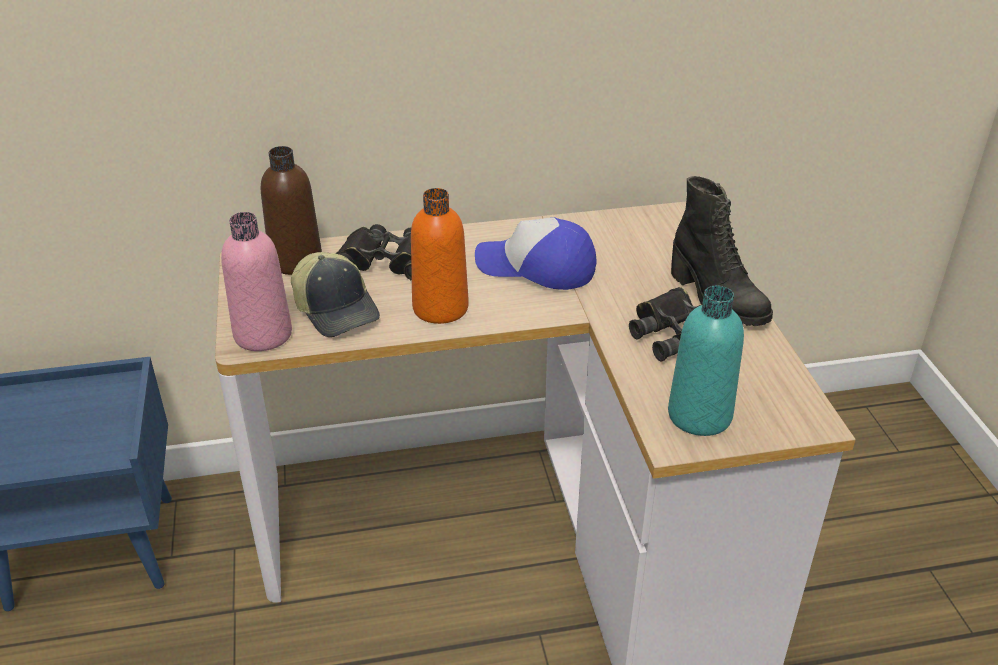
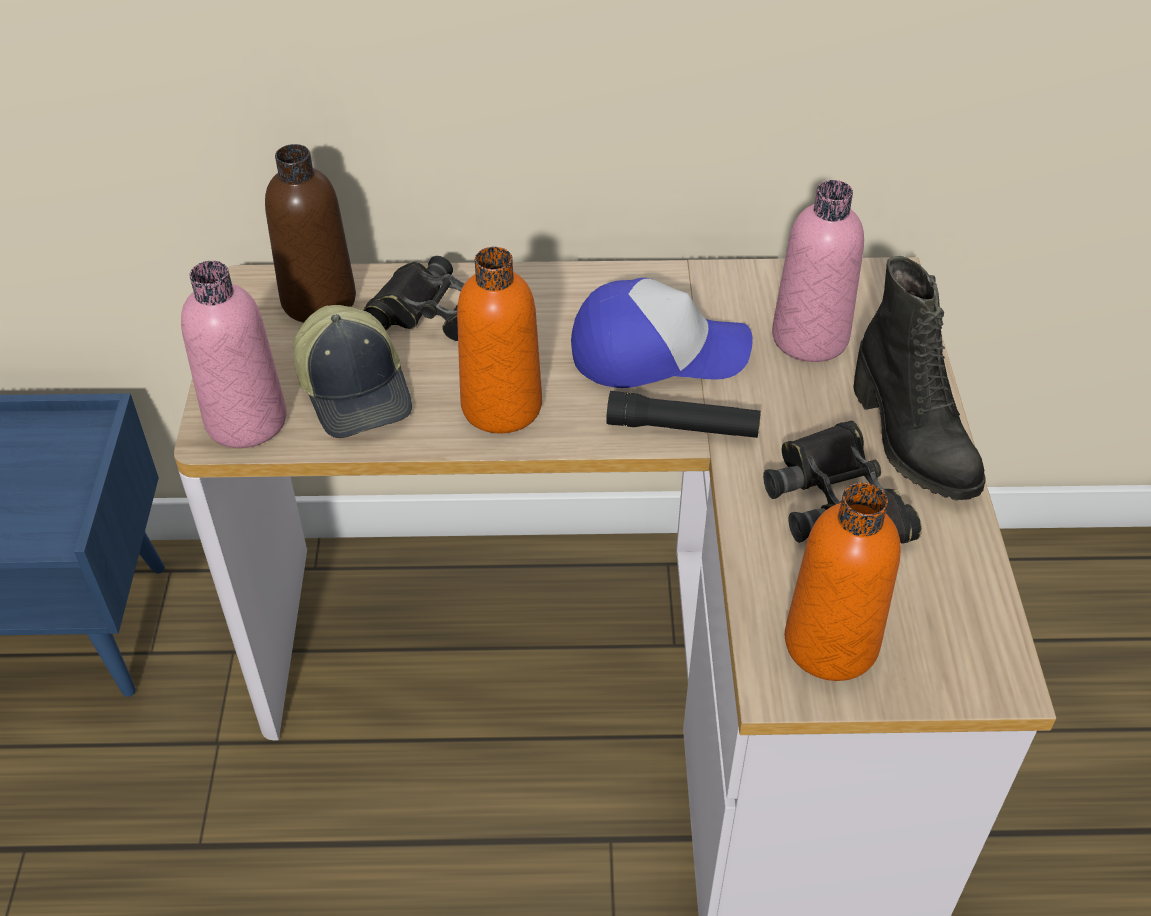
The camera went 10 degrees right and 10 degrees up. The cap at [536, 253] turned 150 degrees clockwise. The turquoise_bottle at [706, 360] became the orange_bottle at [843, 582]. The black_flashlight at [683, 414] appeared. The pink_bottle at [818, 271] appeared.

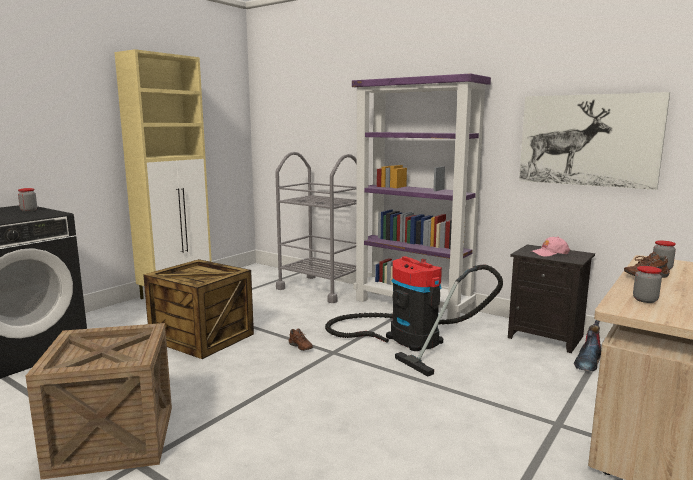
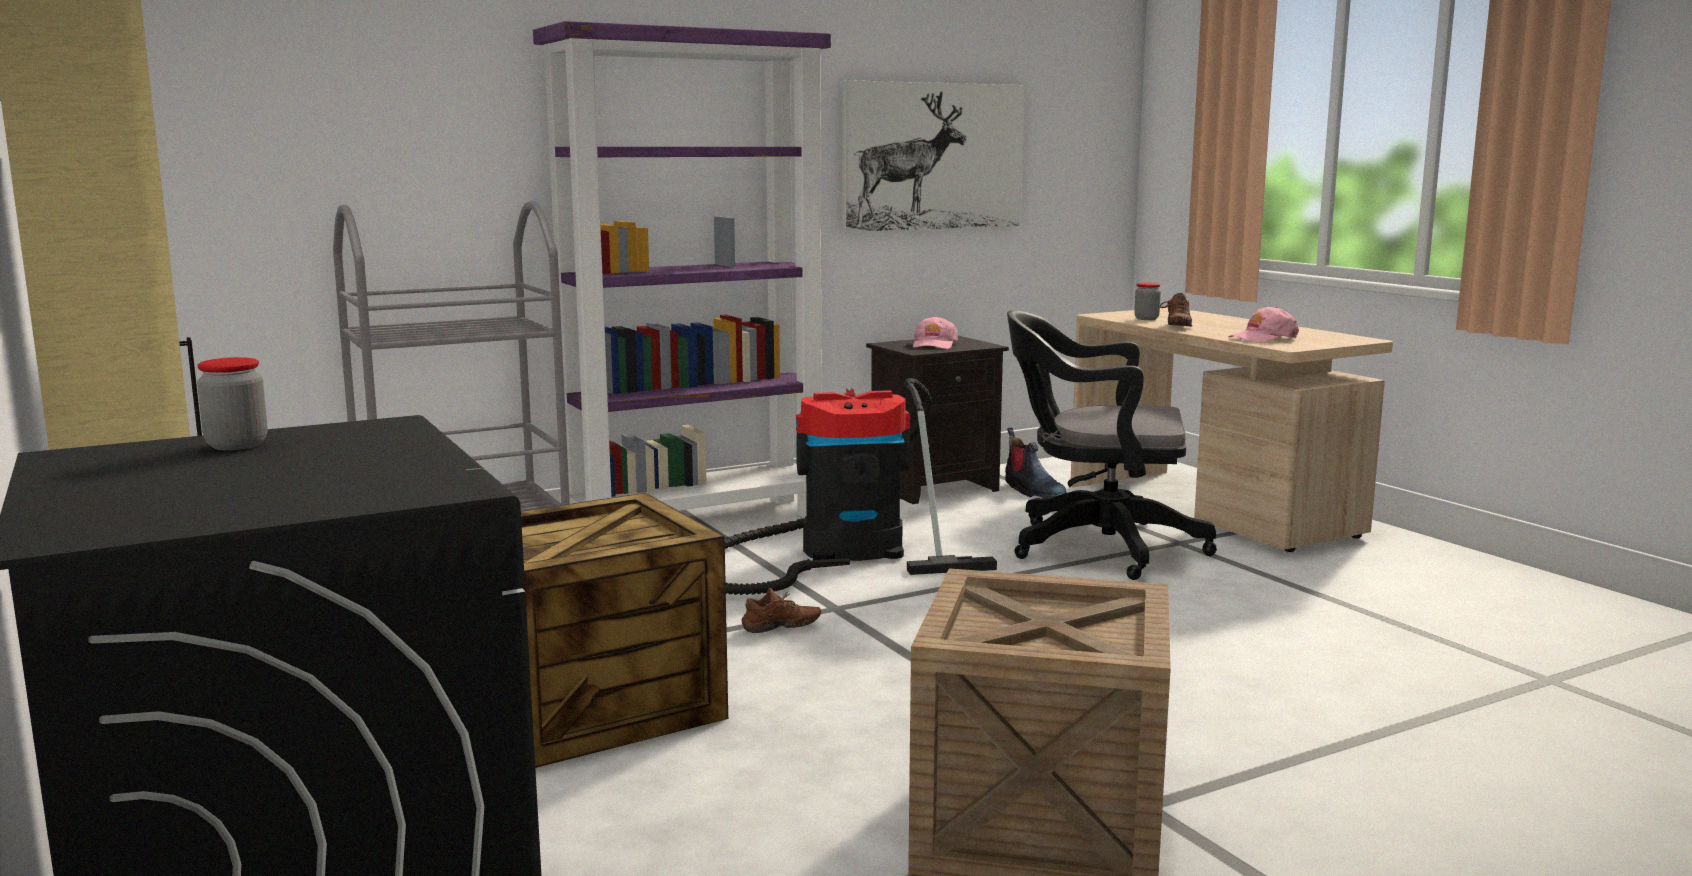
The camera went 65 degrees left and 0 degrees up. The jar at [647, 284] was replaced by the pink_cap at [1263, 324]. The black_office_chair at [1112, 445] appeared.

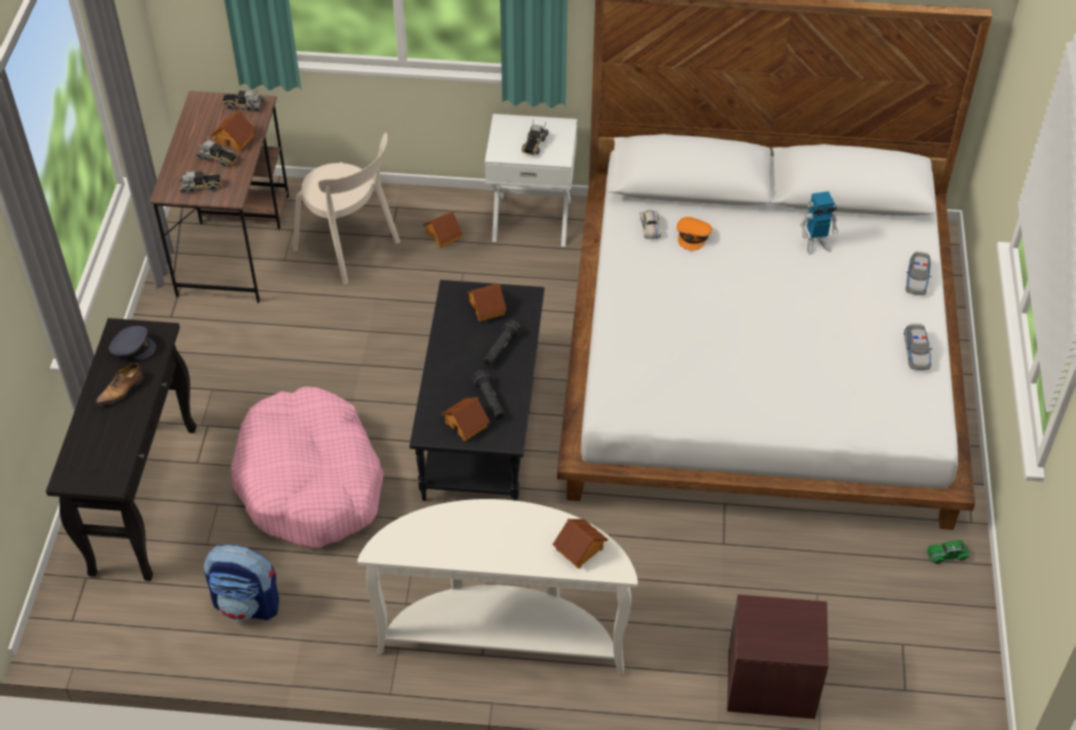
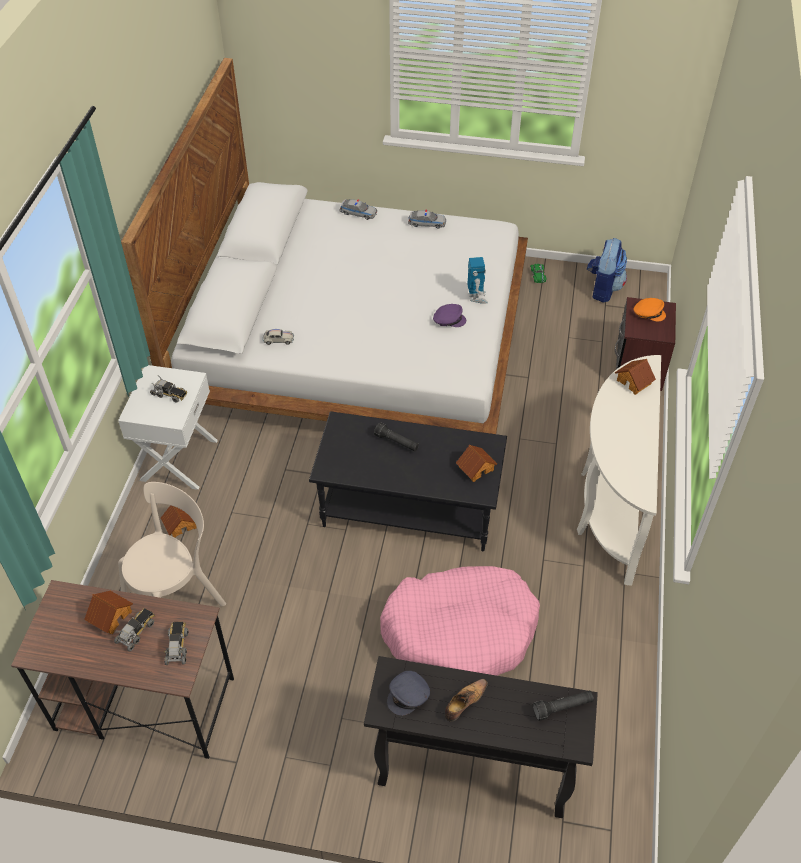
The camera went 85 degrees left and 0 degrees up. The shoe at [119, 384] turned 90 degrees counterclockwise. The grey_cap at [132, 342] turned 150 degrees counterclockwise. The backpack moved from [241, 583] to [607, 270]. The toy_truck at [243, 100] disappeared. The toy_house at [487, 303] disappeared. The black_flashlight moved from [488, 395] to [563, 705]. The orange_cap moved from [694, 234] to [649, 310]. The toy_robot moved from [819, 223] to [477, 280]. The purple_cap at [449, 315] appeared.

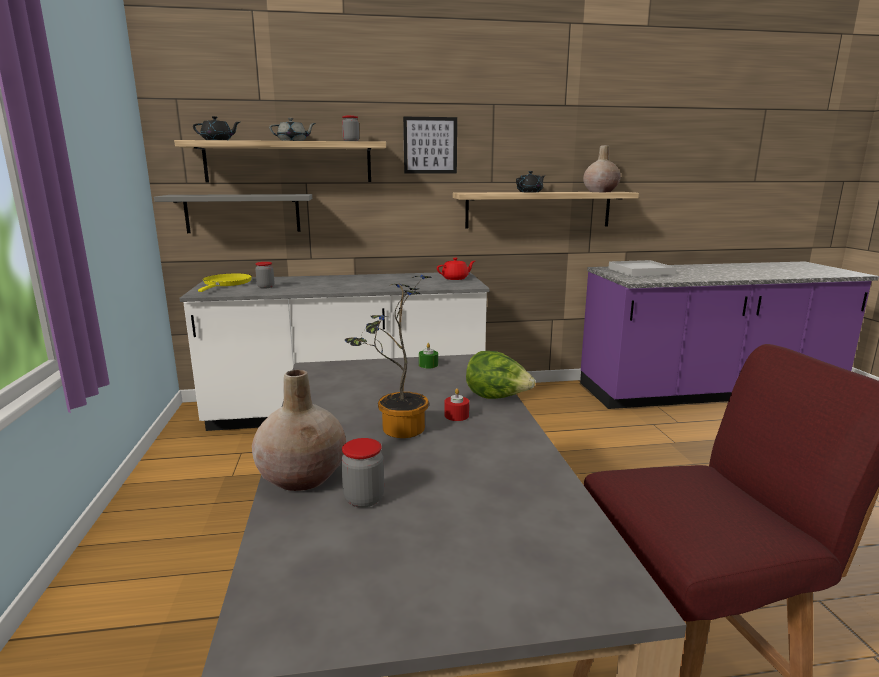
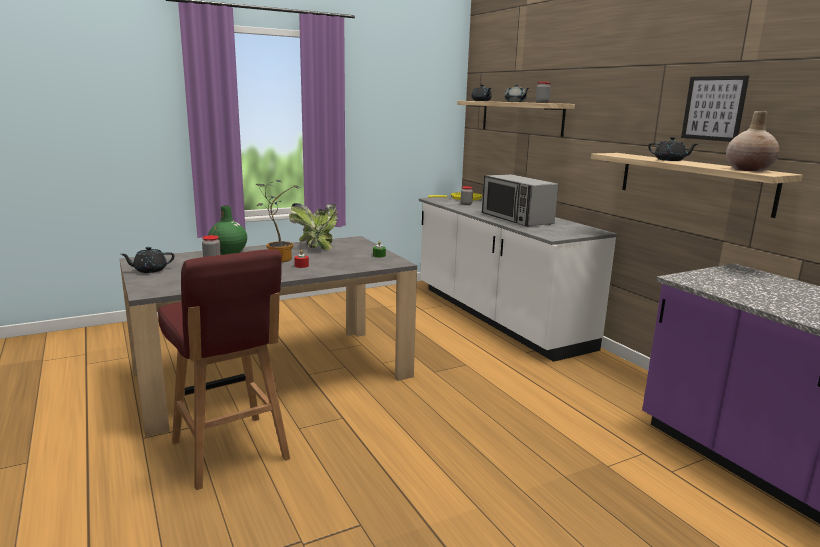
The camera went 70 degrees right and 0 degrees up. The grey_shelf at [233, 213] disappeared. The beige_vase at [299, 430] became the green_vase at [227, 230]. The picture moved from [430, 145] to [715, 109]. The red_teapot at [456, 269] disappeared. The lettuce at [500, 375] disappeared. The white_tray at [642, 268] disappeared. The black_teapot at [147, 260] appeared. The potted_plant at [313, 226] appeared. The microwave at [520, 200] appeared.

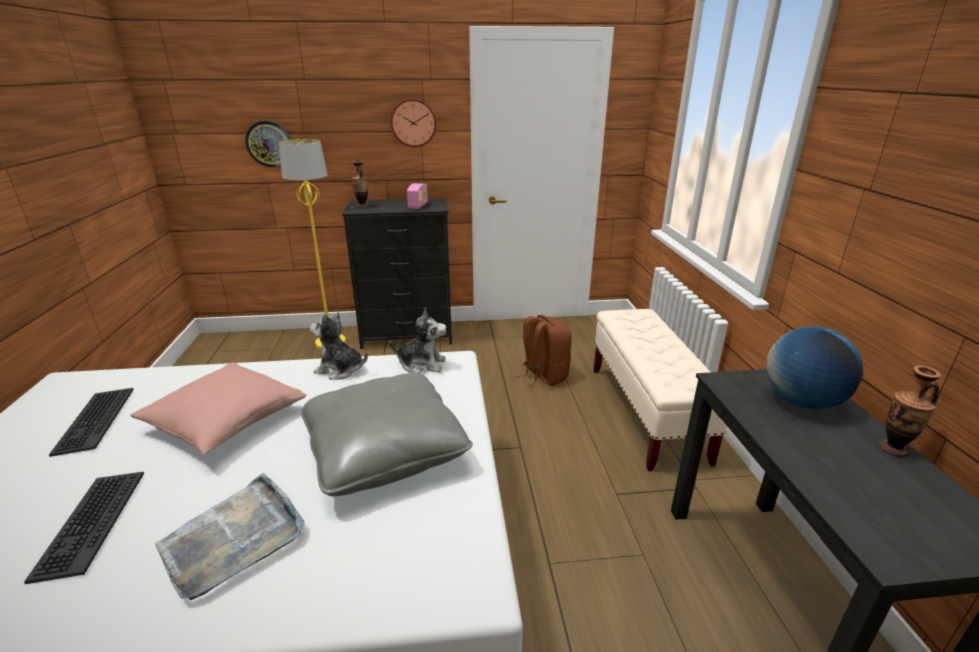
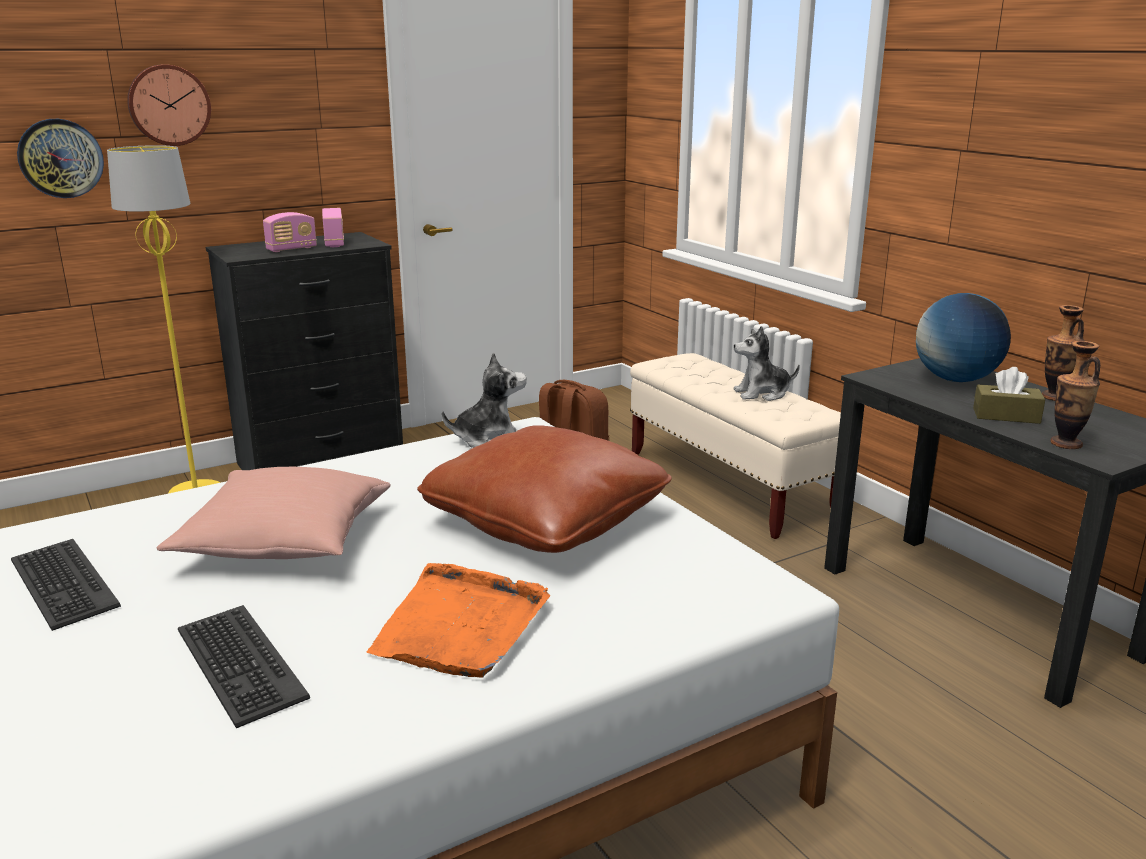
The camera went 25 degrees left and 5 degrees down. The grey_tray at [230, 536] became the orange_tray at [458, 620]. The grey_pillow at [387, 434] became the brown_pillow at [544, 489]. The plush_toy moved from [339, 345] to [766, 363]. The vase moved from [360, 184] to [1075, 395]. The wall_clock moved from [413, 122] to [169, 105]. The radio at [290, 232] appeared. The brown_tissue_box at [1009, 395] appeared.

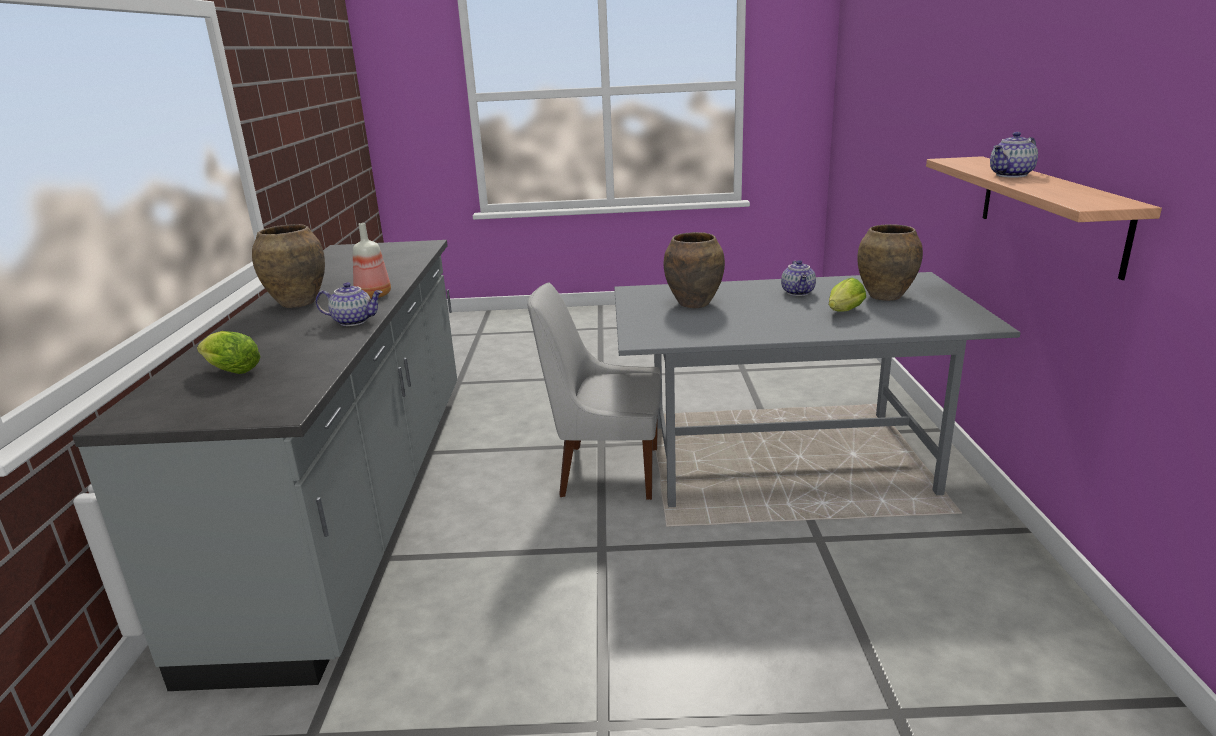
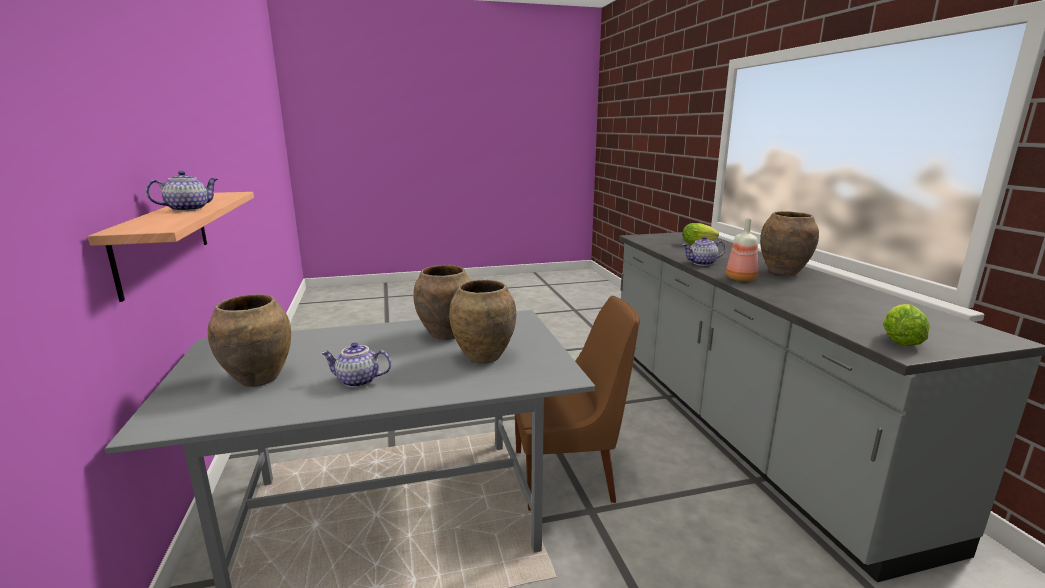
The camera went 165 degrees right and 5 degrees down. The white_chair at [594, 391] became the brown_chair at [577, 403]. The teapot at [798, 278] turned 75 degrees counterclockwise. The lettuce moved from [847, 295] to [906, 325]. The brown_vase at [442, 302] appeared.

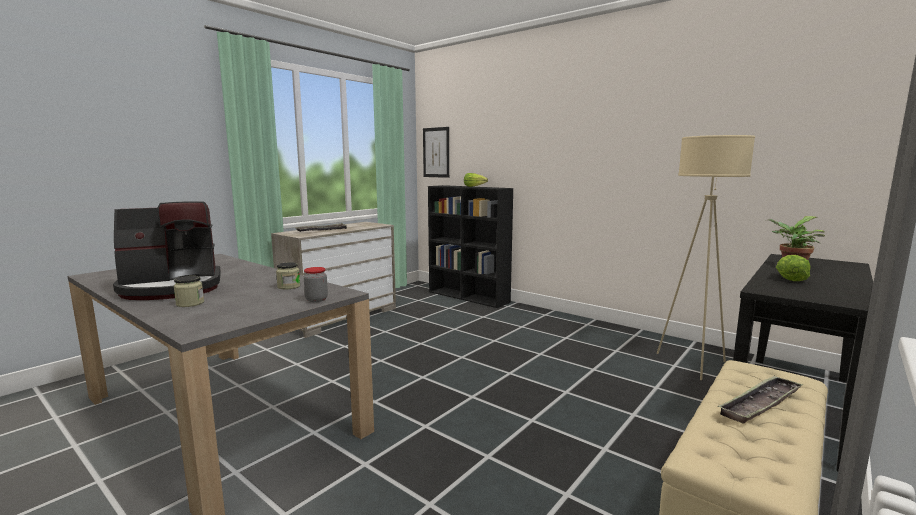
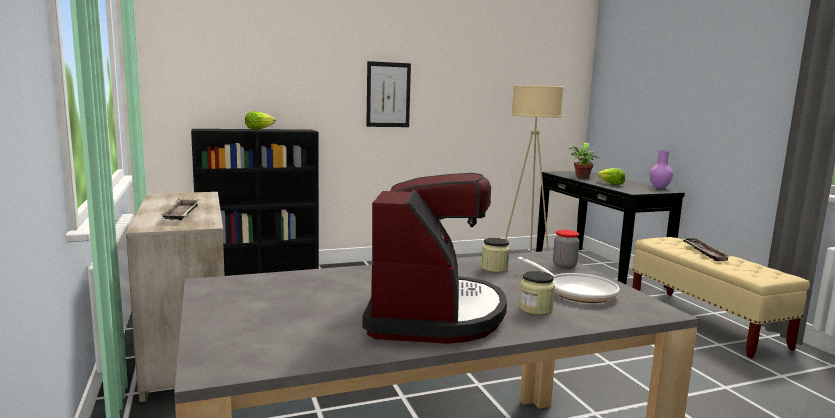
The camera went 60 degrees left and 0 degrees up. The picture moved from [436, 152] to [388, 94]. The frying_pan at [568, 280] appeared. The purple_vase at [661, 169] appeared.

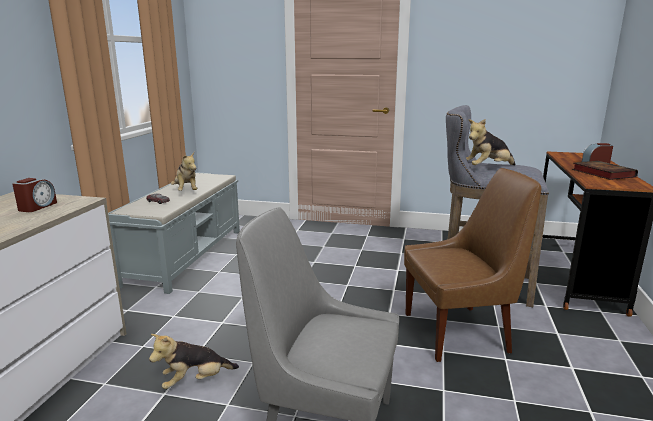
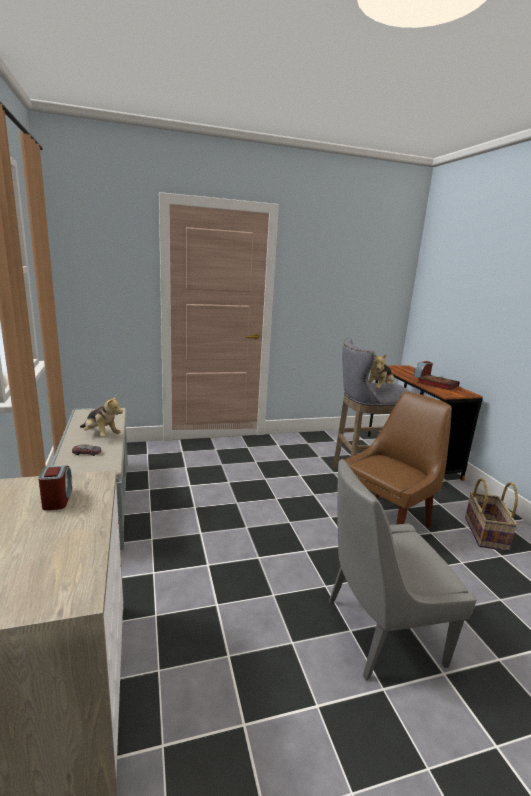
The camera went 30 degrees left and 0 degrees up. The plush_toy at [194, 361] disappeared. The basket at [491, 514] appeared.

